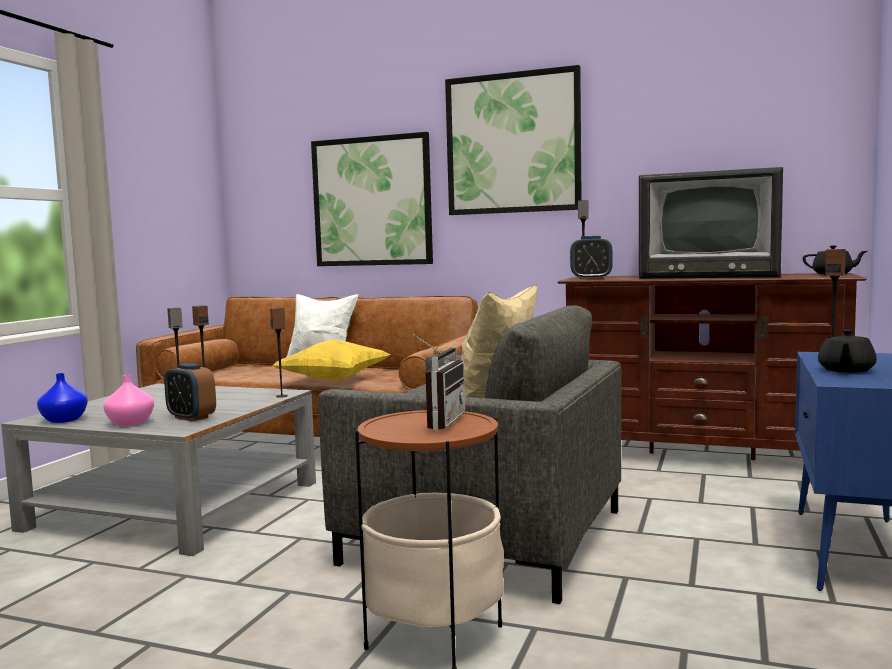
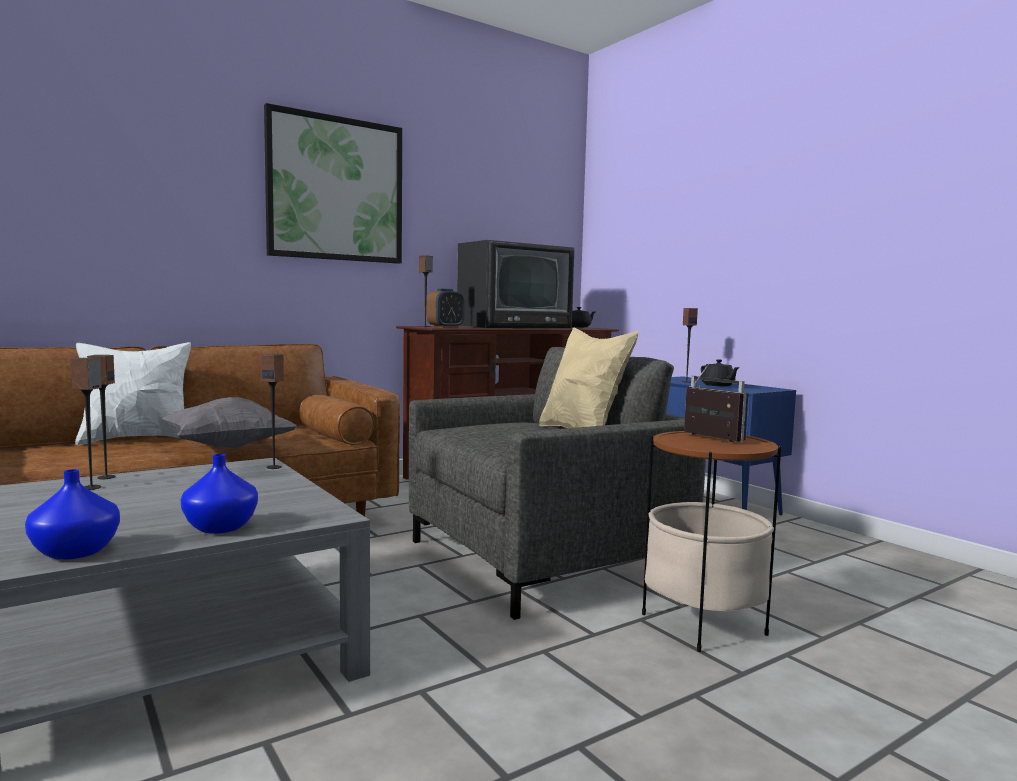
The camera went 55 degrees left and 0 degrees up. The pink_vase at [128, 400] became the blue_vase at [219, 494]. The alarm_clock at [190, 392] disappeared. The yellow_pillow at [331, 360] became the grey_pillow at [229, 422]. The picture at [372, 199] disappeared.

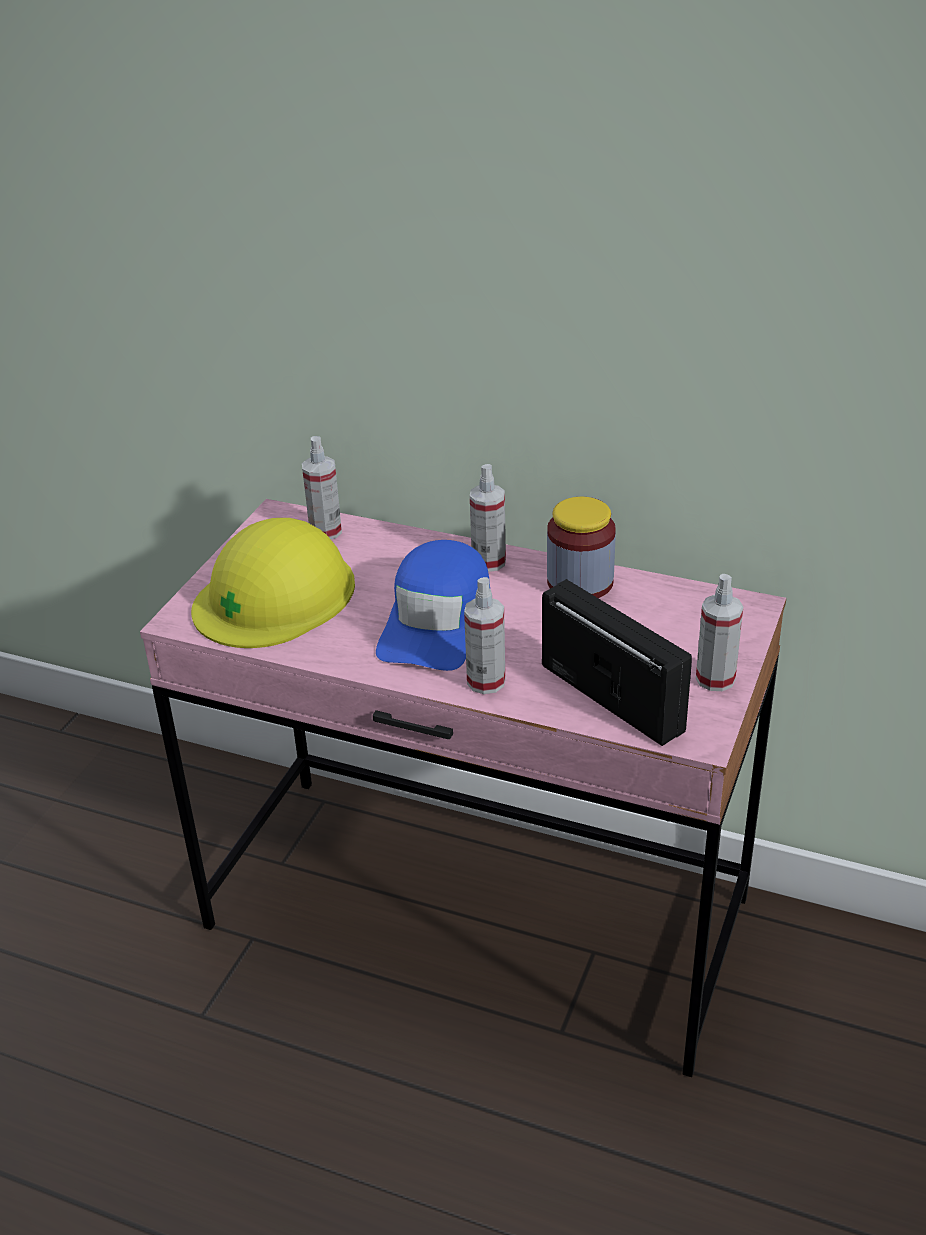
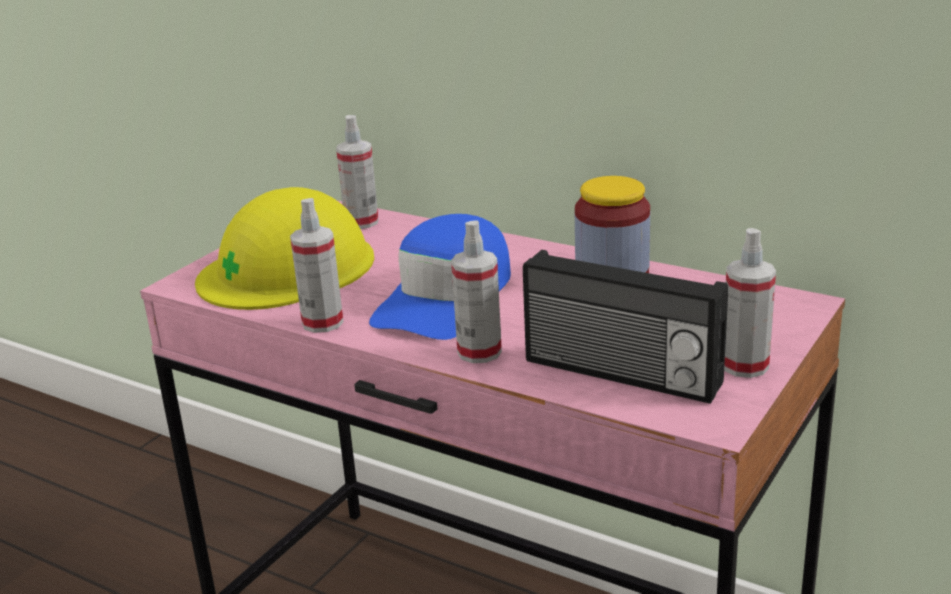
The camera went 10 degrees right and 10 degrees down. The spray_bottle moved from [488, 518] to [316, 265]. The radio at [617, 662] turned 150 degrees clockwise.

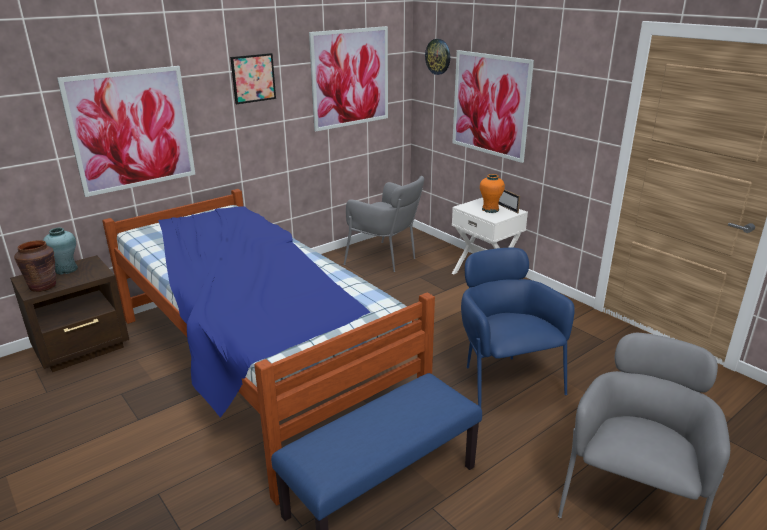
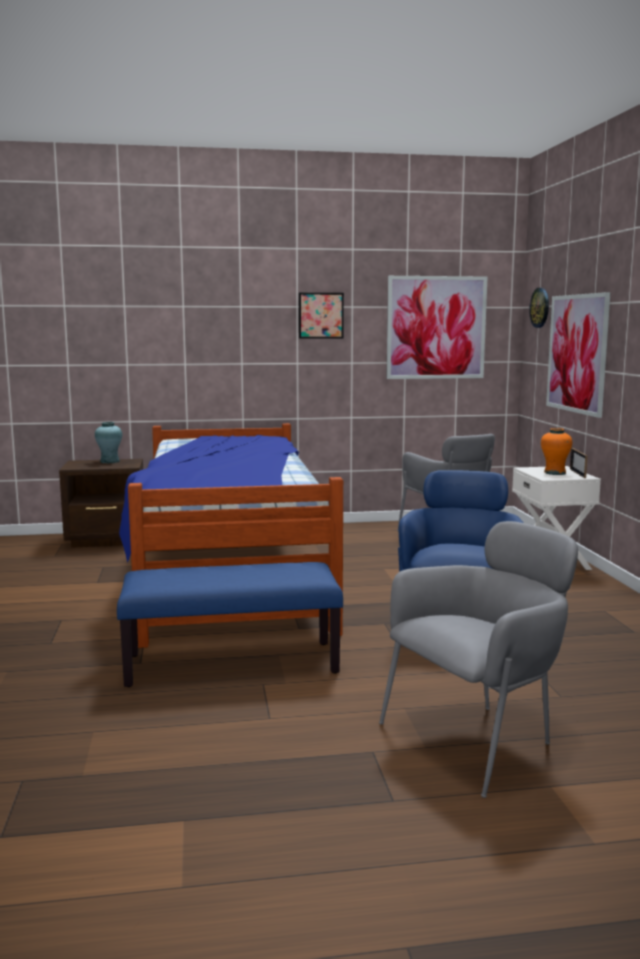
The camera went 30 degrees right and 15 degrees down. The brown_vase at [35, 266] disappeared. The picture at [126, 131] disappeared.

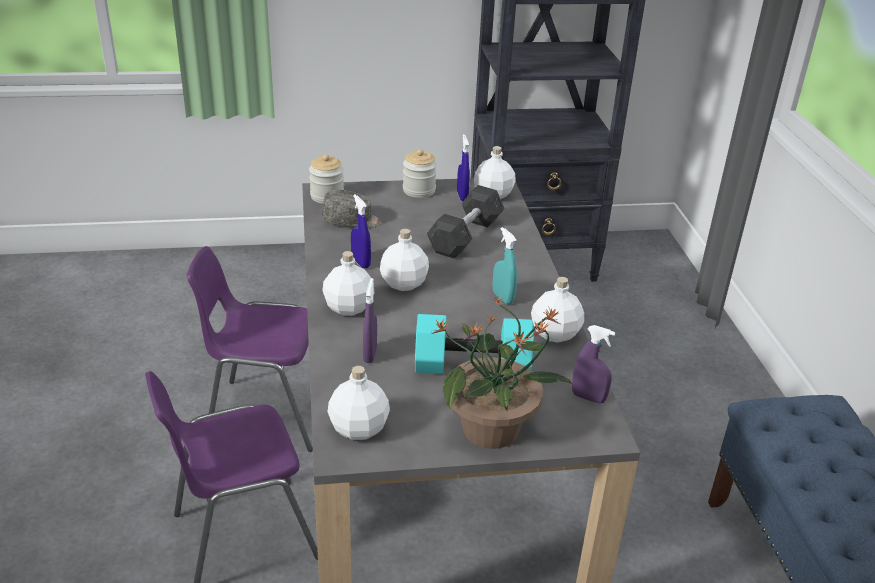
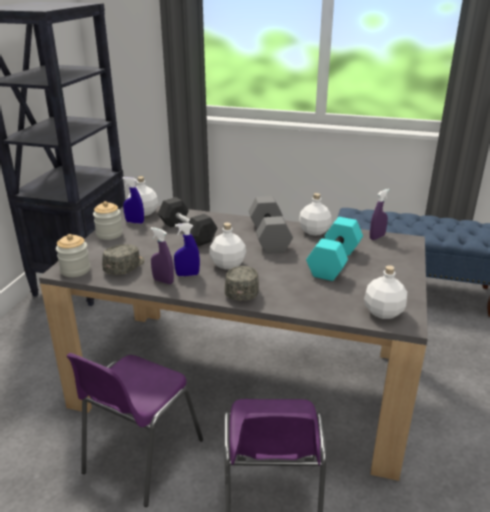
The camera went 65 degrees left and 5 degrees down. The white_bottle at [348, 283] was replaced by the grey_cap at [242, 283]. The purple_spray_bottle moved from [370, 320] to [162, 255]. The potted_plant at [502, 372] disappeared. The turquoise_spray_bottle at [505, 265] was replaced by the grey_dumbbell at [271, 225].

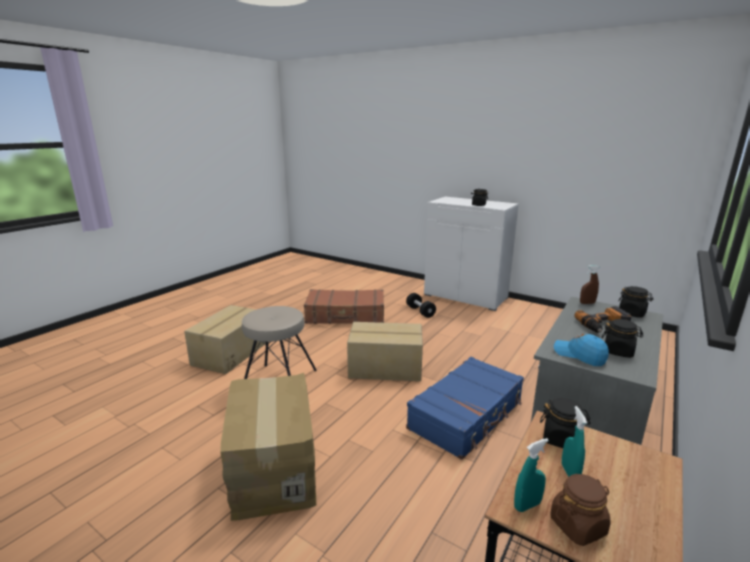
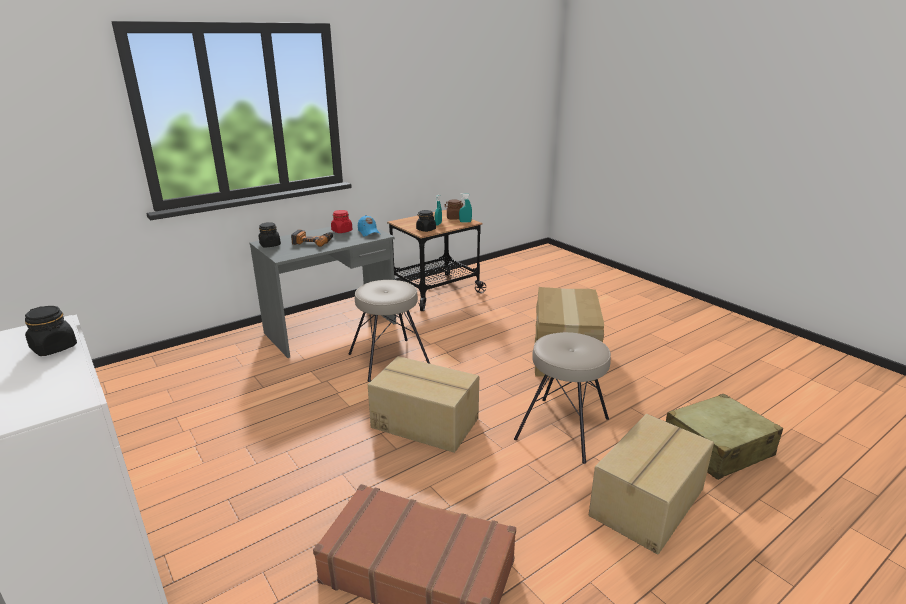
The camera went 160 degrees left and 5 degrees up. The black_dumbbell at [421, 305] disappeared. The blue_suitcase at [465, 408] was replaced by the beige_stool at [389, 331]. The brown_spray_bottle at [589, 284] disappeared. The black_jar at [622, 338] became the red_jar at [341, 221]. The beige_suitcase at [724, 437] appeared.

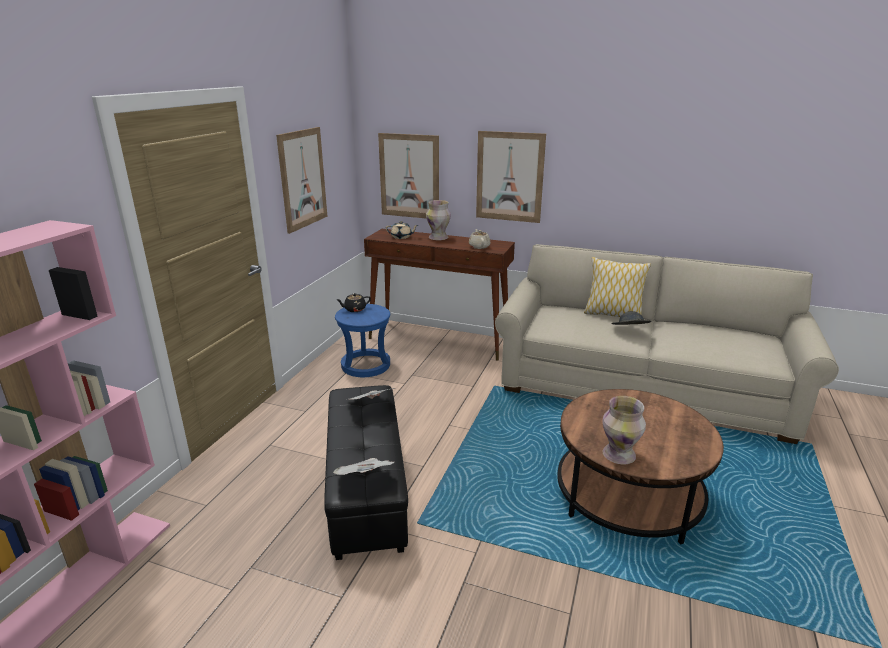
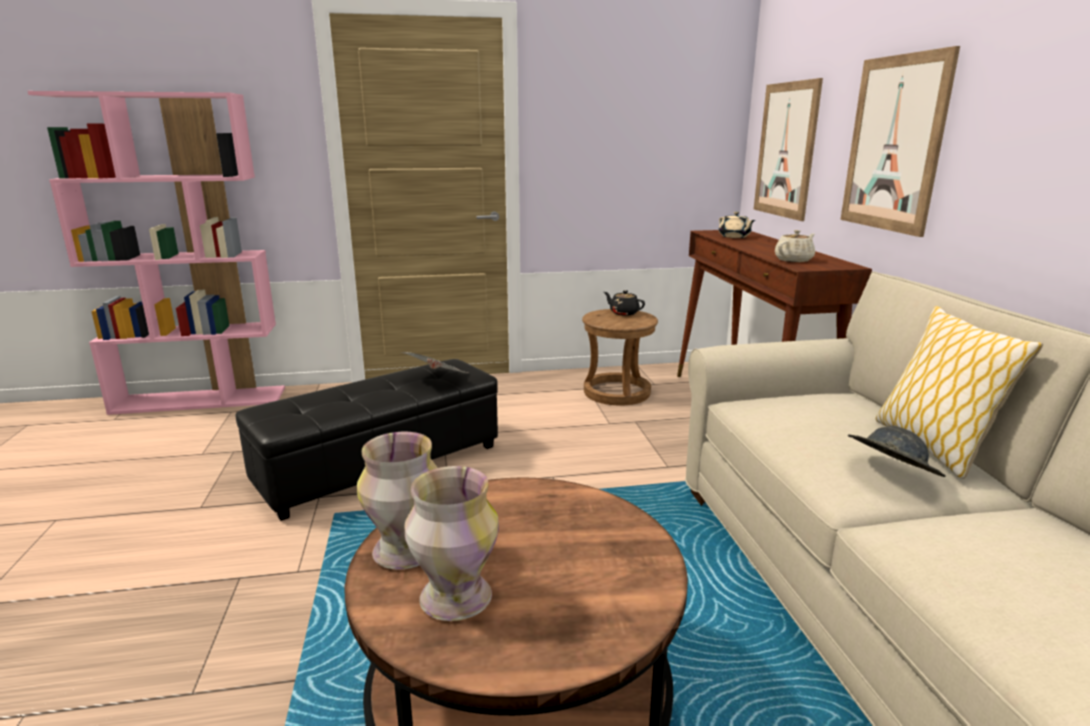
The camera went 60 degrees right and 5 degrees down. The picture at [301, 180] disappeared. The newspaper at [363, 466] disappeared. The blue_stool at [362, 340] became the brown_stool at [620, 357]. The vase moved from [438, 220] to [452, 543].

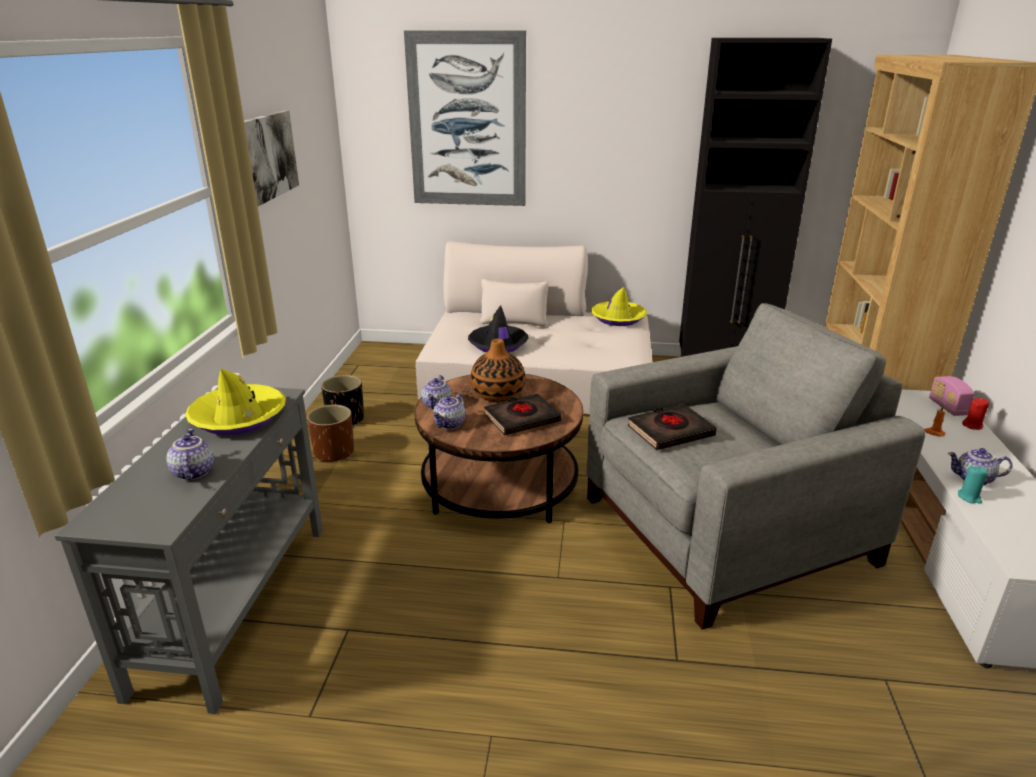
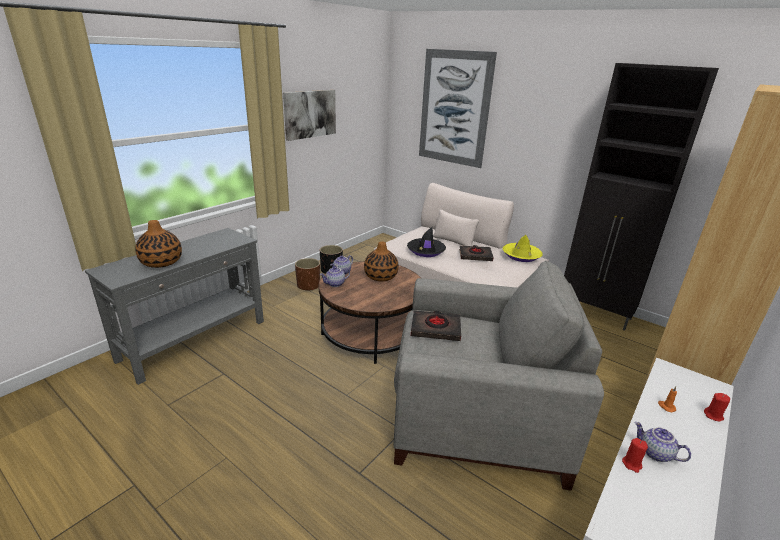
The camera went 30 degrees right and 0 degrees up. The teapot at [190, 454] was replaced by the vase at [158, 244]. The yellow_hat at [235, 402] disappeared. The black_book moved from [522, 414] to [476, 253]. The radio at [952, 396] disappeared. The turquoise_candle at [973, 485] became the red_candle at [635, 455].

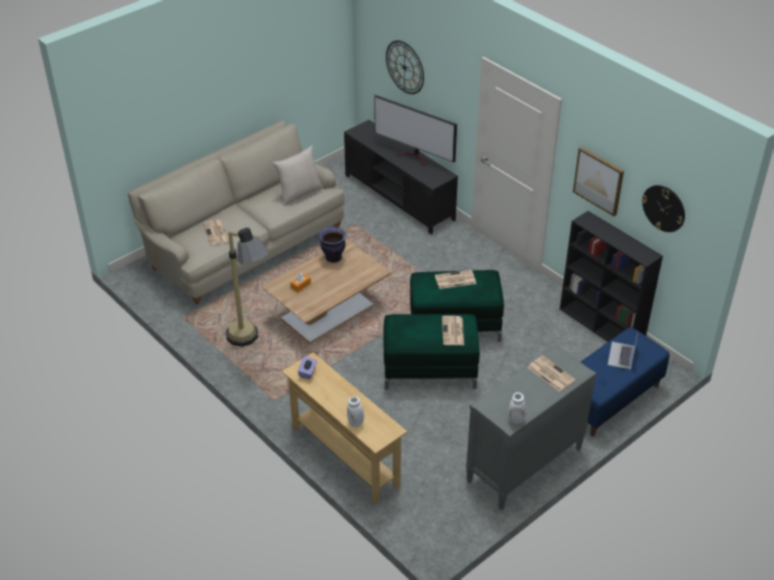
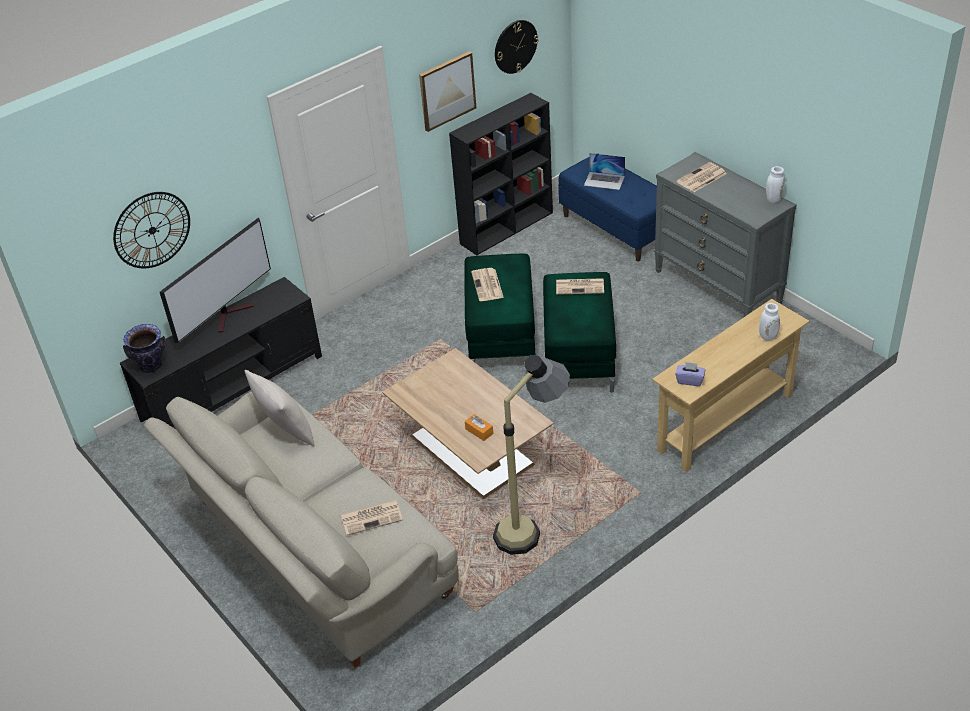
The camera went 85 degrees left and 0 degrees up. The vase moved from [332, 245] to [144, 348].

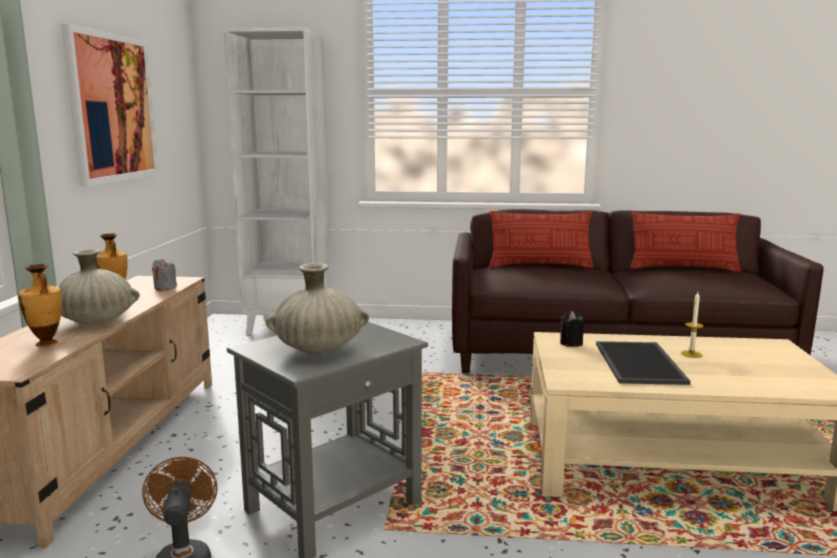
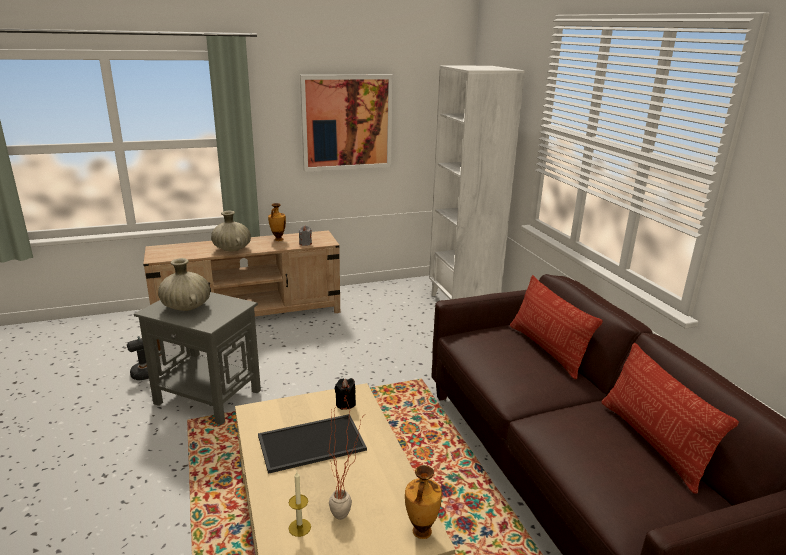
The camera went 65 degrees right and 10 degrees up. The vase moved from [40, 305] to [423, 502]. The candle moved from [692, 325] to [300, 504]. The potted_plant at [345, 459] appeared.

